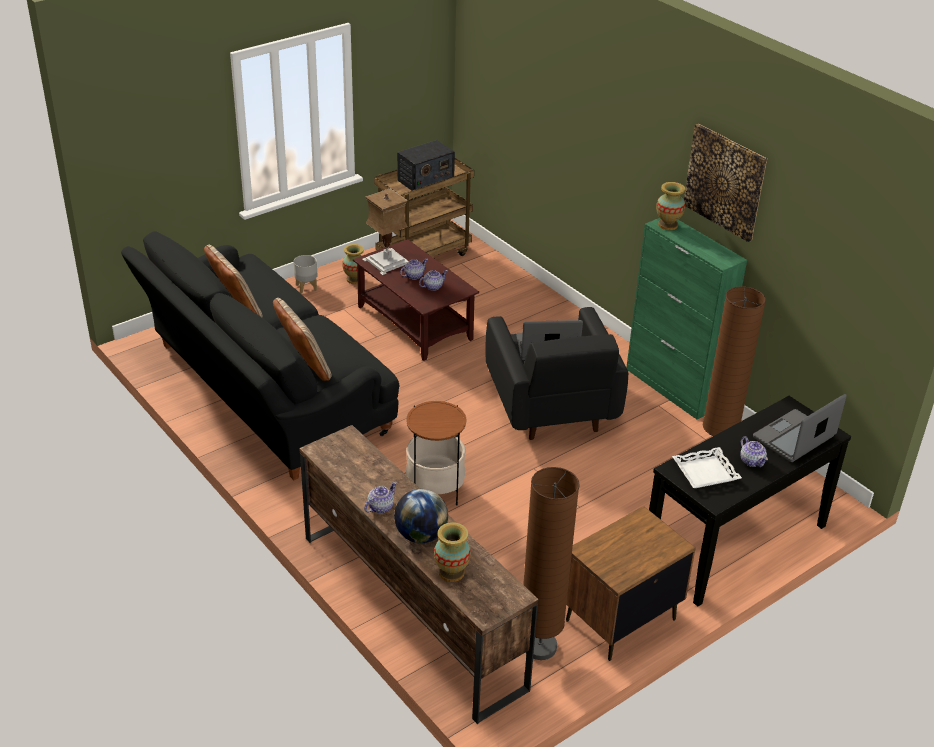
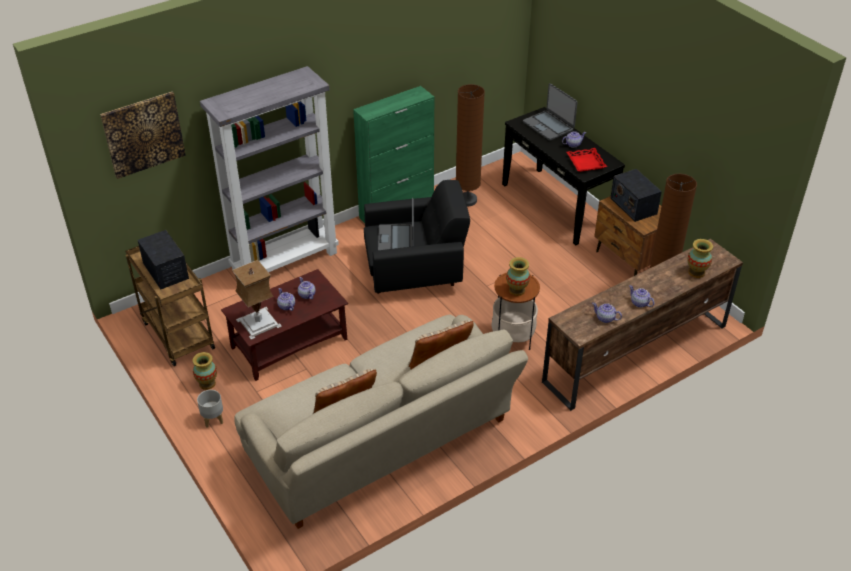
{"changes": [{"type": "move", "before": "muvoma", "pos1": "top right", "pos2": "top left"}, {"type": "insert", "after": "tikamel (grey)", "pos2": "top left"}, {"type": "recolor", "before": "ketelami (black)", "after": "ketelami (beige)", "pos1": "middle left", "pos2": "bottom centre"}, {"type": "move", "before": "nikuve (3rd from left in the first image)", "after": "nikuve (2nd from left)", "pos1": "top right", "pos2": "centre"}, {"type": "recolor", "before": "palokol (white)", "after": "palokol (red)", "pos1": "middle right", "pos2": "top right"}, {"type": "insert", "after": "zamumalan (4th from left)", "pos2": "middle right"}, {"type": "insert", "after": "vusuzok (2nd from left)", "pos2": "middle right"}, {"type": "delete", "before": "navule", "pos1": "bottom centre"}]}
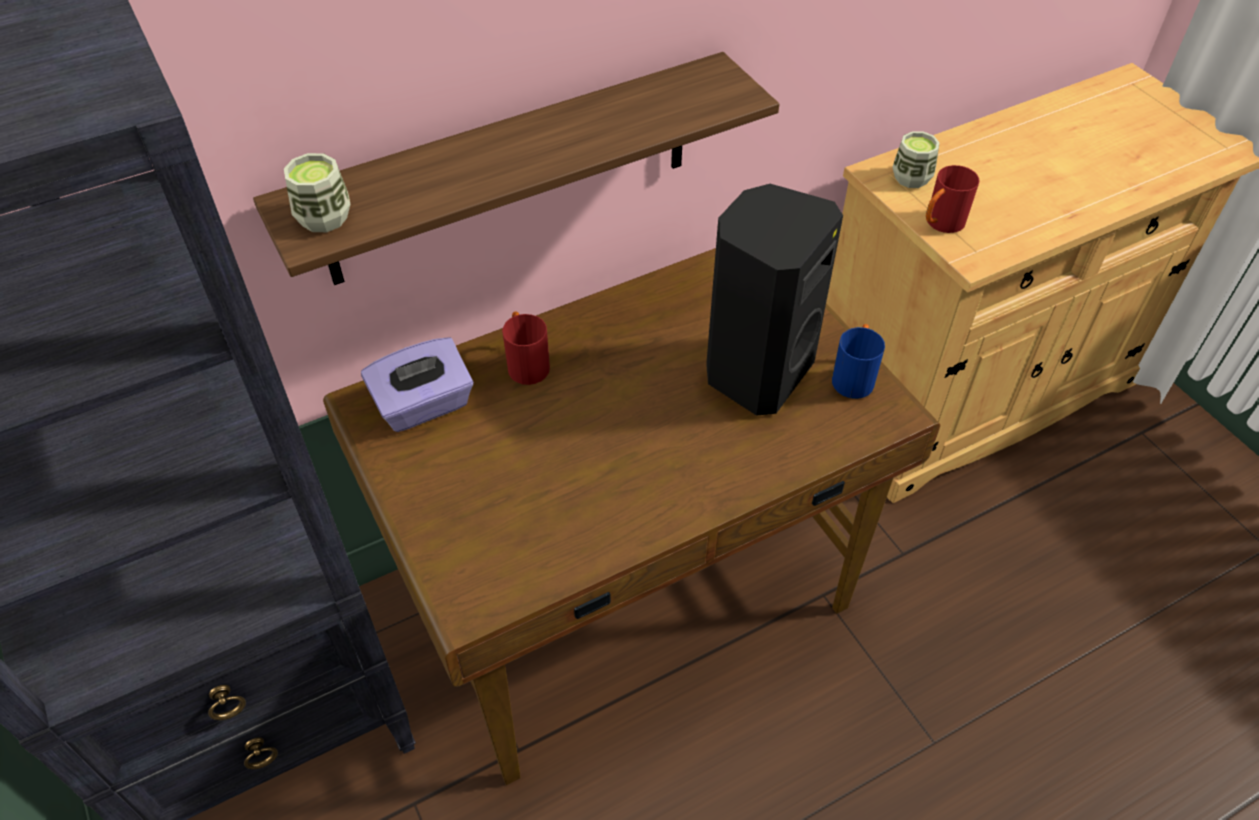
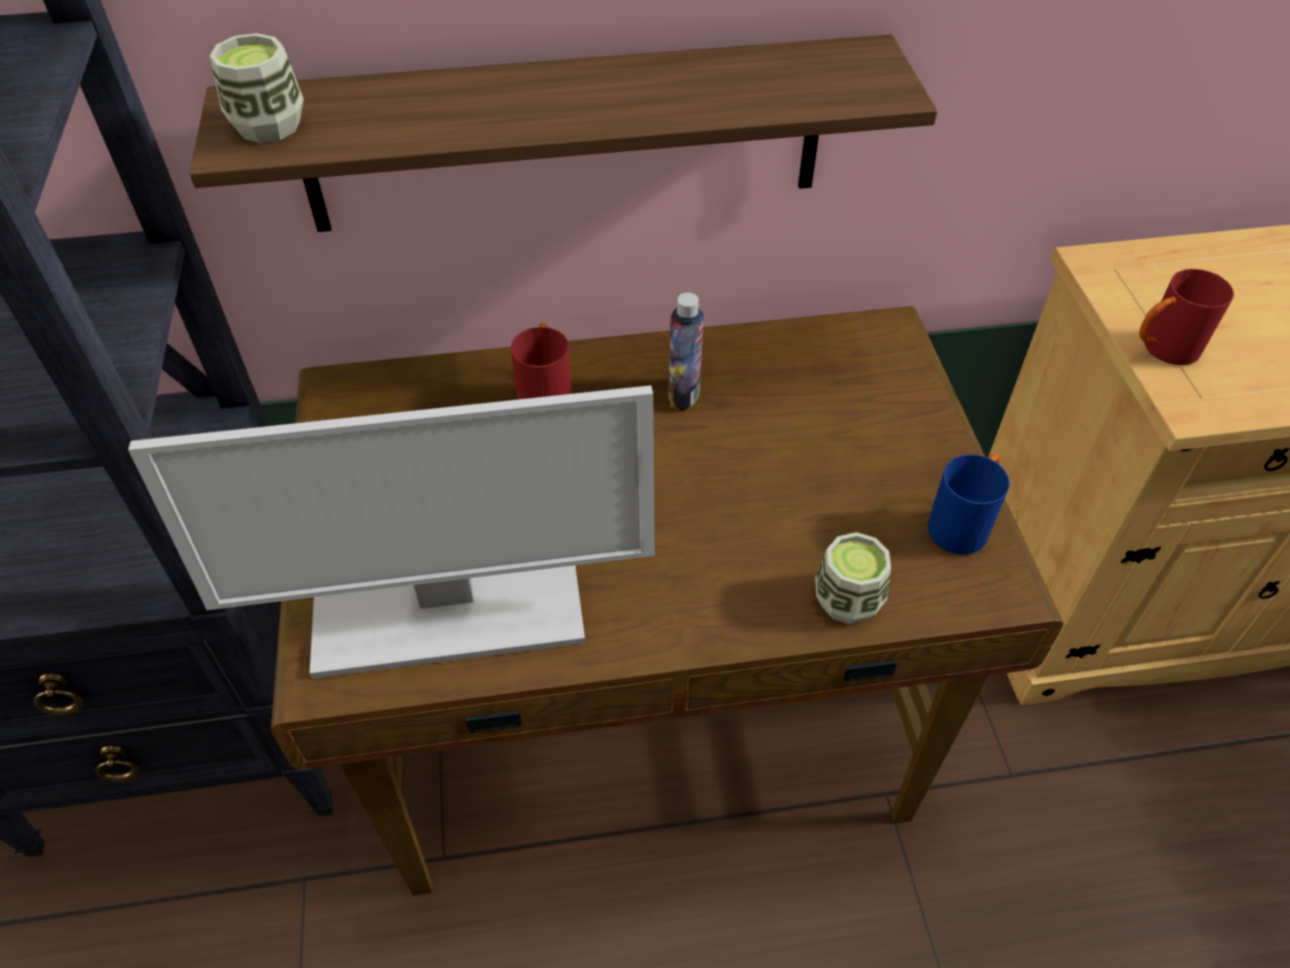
{"changes": [{"type": "insert", "after": "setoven", "pos2": "middle left"}, {"type": "insert", "after": "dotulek", "pos2": "centre"}, {"type": "move", "before": "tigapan (2nd from left)", "pos1": "top right", "pos2": "centre"}, {"type": "delete", "before": "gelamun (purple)", "pos1": "middle left"}, {"type": "delete", "before": "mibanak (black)", "pos1": "centre"}]}
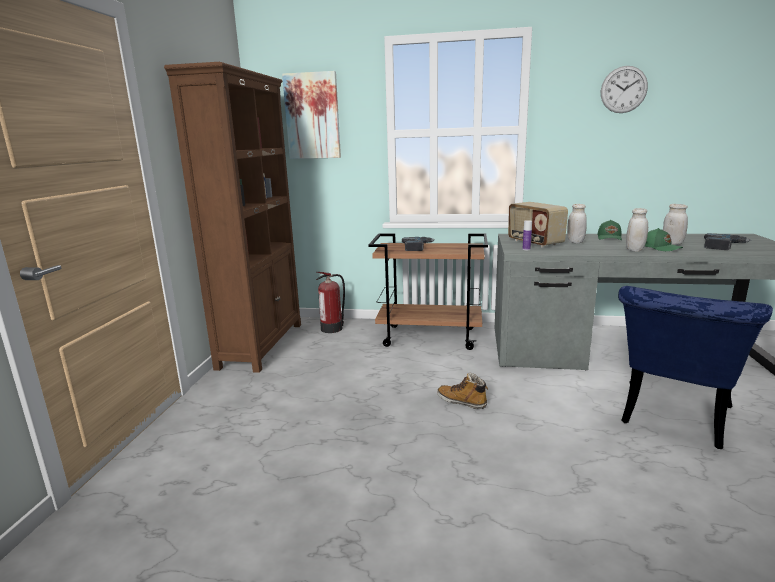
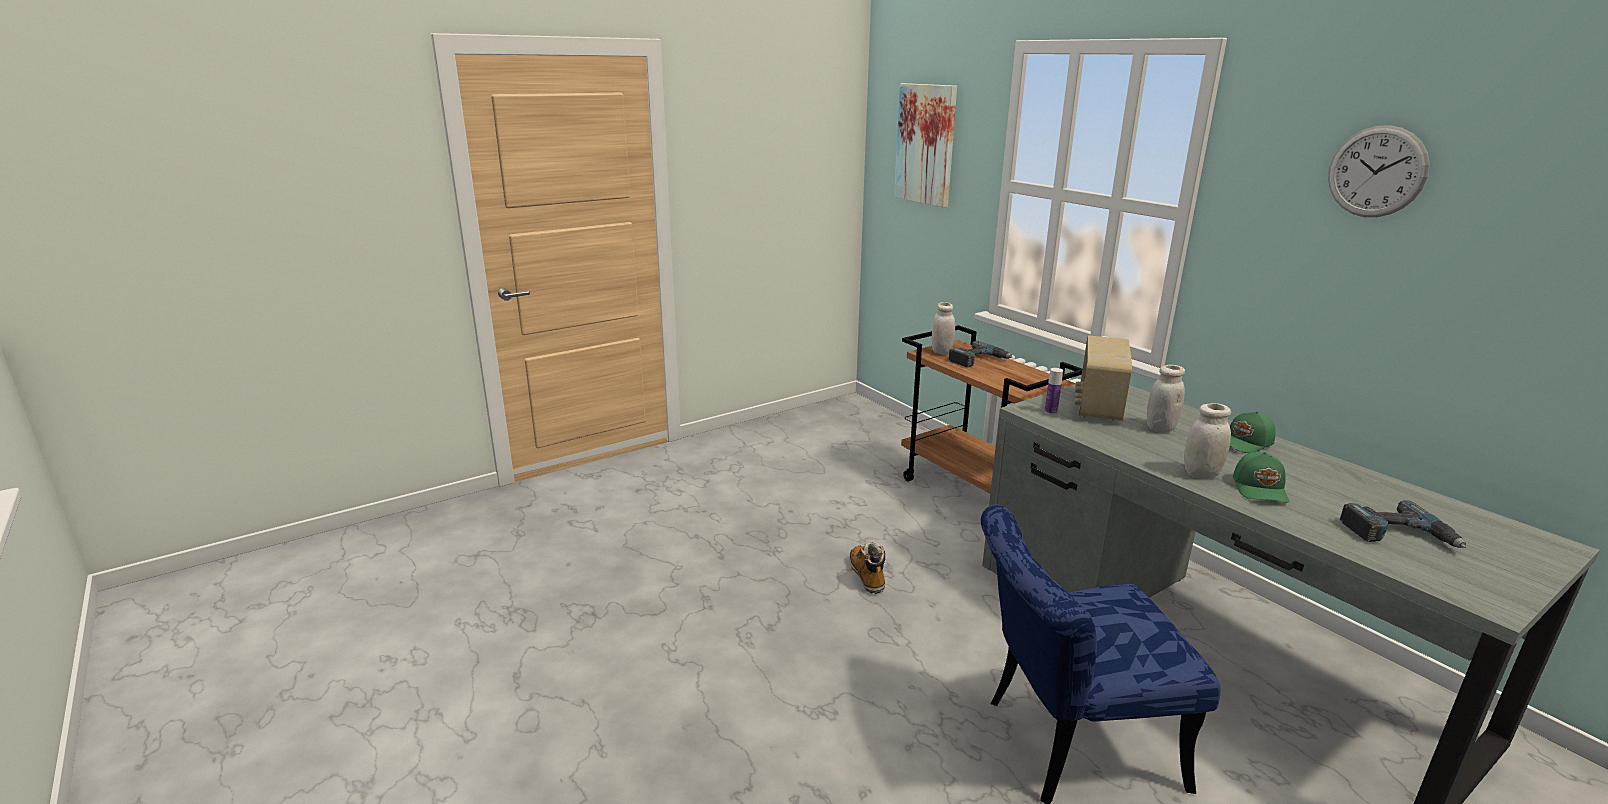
{"changes": [{"type": "move", "before": "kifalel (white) (3rd from left in the first image)", "after": "kifalel (white) (1st from left)", "pos1": "middle right", "pos2": "centre"}, {"type": "delete", "before": "tikamel (brown)", "pos1": "middle left"}, {"type": "delete", "before": "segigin", "pos1": "centre"}]}
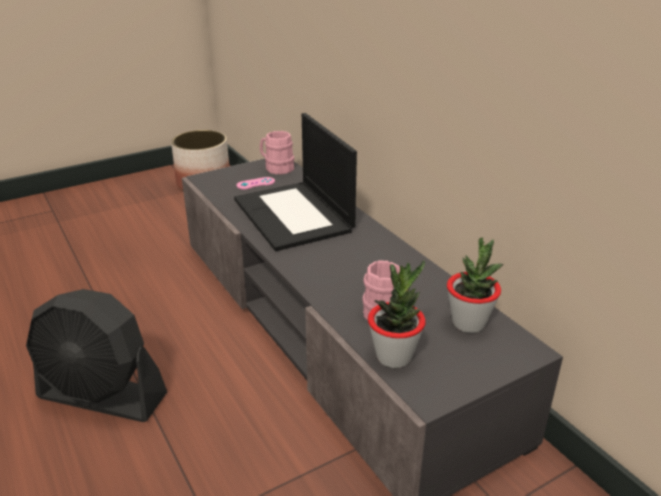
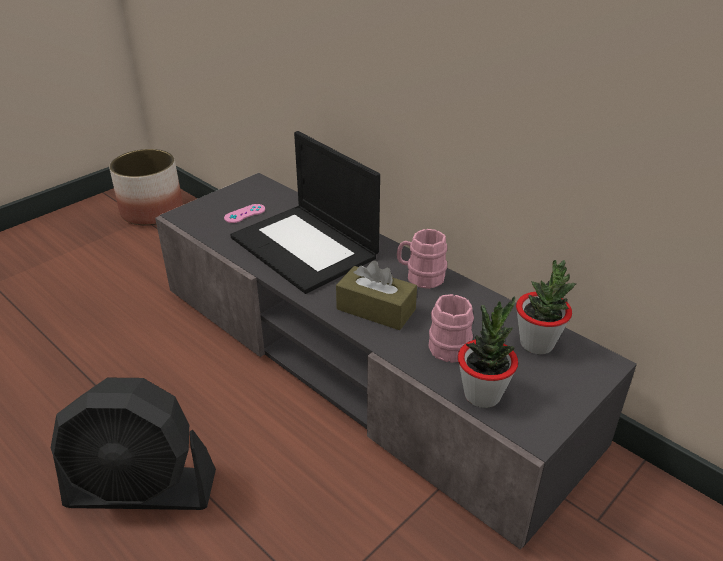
{"changes": [{"type": "insert", "after": "gelamun (brown)", "pos2": "centre"}, {"type": "move", "before": "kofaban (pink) (1st from left)", "pos1": "top centre", "pos2": "centre"}]}
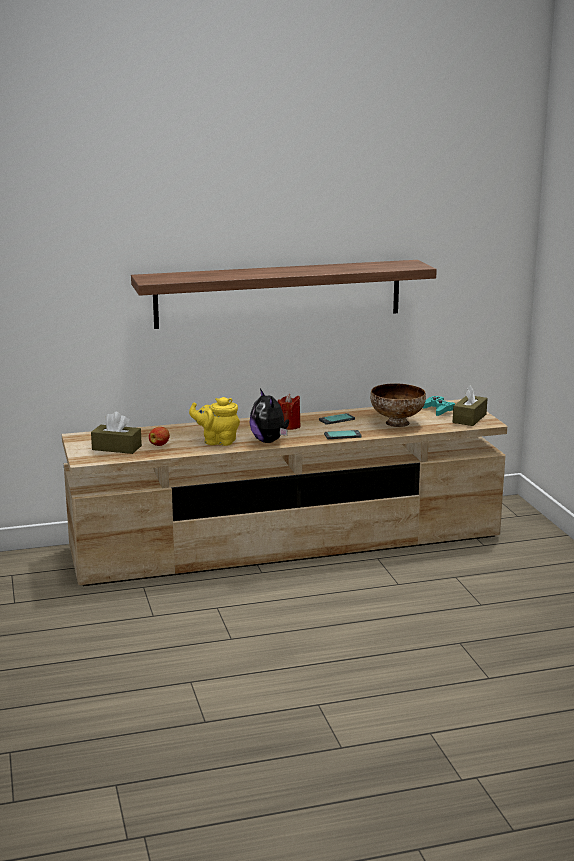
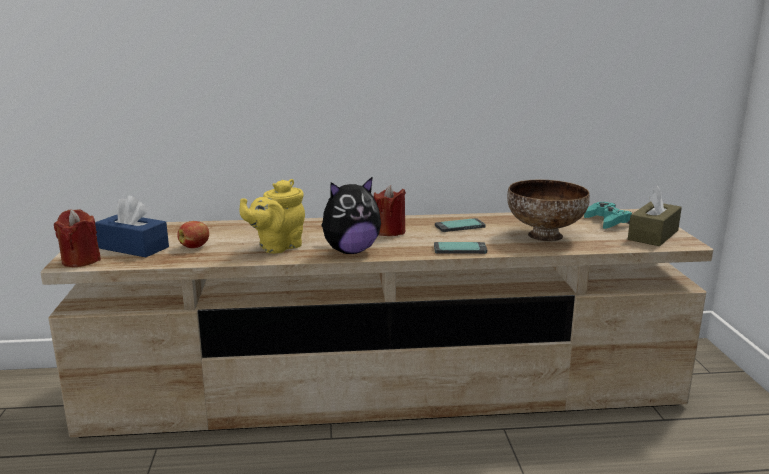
{"changes": [{"type": "insert", "after": "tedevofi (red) (1st from left)", "pos2": "middle left"}, {"type": "recolor", "before": "gelamun (brown) (1st from left)", "after": "gelamun (blue)", "pos1": "middle left", "pos2": "middle left"}, {"type": "rotate", "before": "zamumalan (yellow)", "pos1": "centre", "pos2": "centre", "turn": -60}, {"type": "rotate", "before": "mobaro", "pos1": "centre", "pos2": "centre", "turn": -105}, {"type": "delete", "before": "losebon", "pos1": "centre"}]}
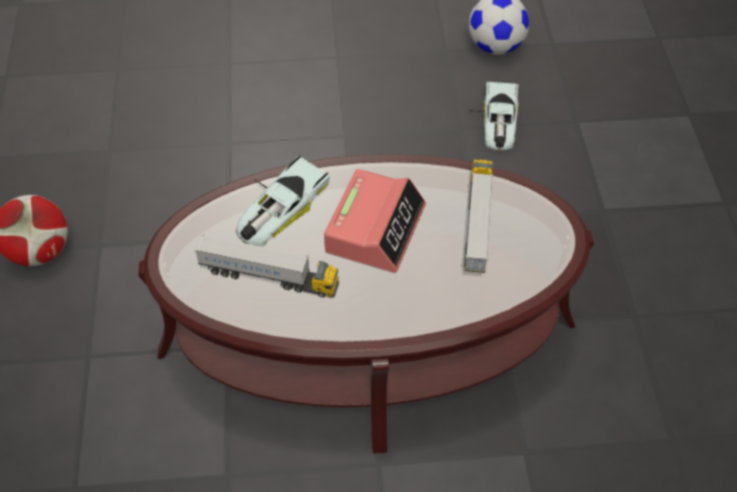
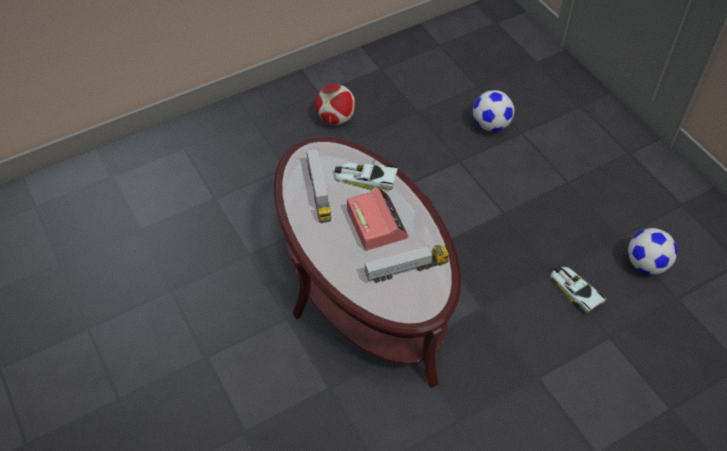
{"changes": [{"type": "rotate", "before": "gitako", "pos1": "centre", "pos2": "centre", "turn": -105}, {"type": "insert", "after": "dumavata (2nd from left)", "pos2": "top right"}, {"type": "rotate", "before": "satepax (2nd from left)", "pos1": "top right", "pos2": "middle right", "turn": 75}]}
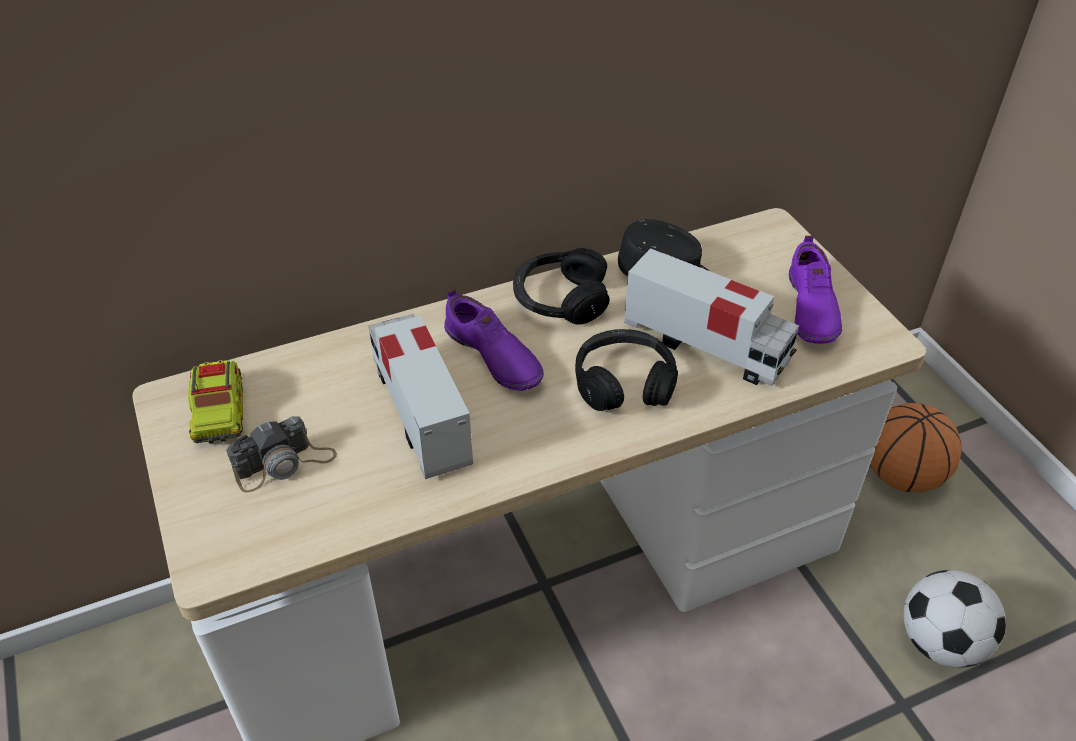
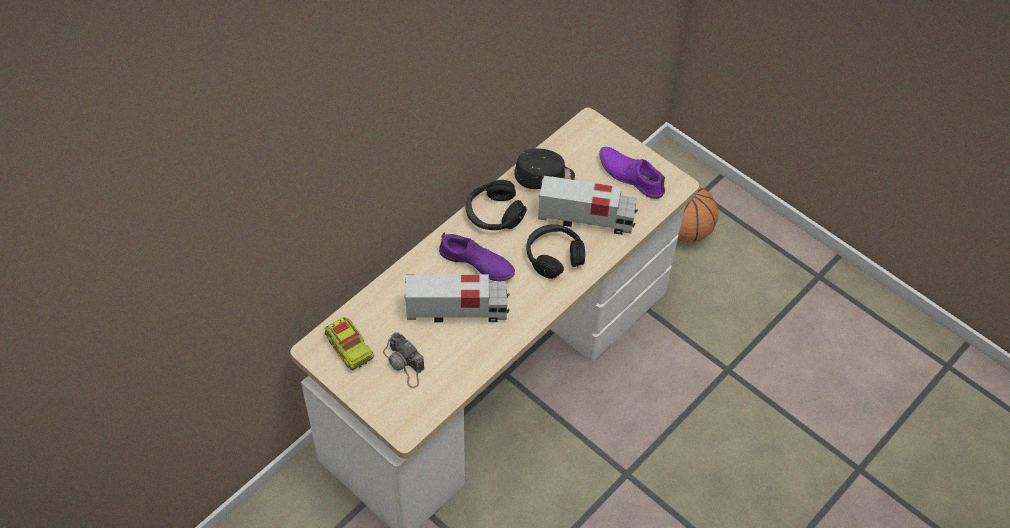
{"changes": [{"type": "rotate", "before": "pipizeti", "pos1": "middle left", "pos2": "bottom centre", "turn": 105}, {"type": "rotate", "before": "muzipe (2nd from left)", "pos1": "centre", "pos2": "centre", "turn": 135}, {"type": "rotate", "before": "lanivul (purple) (2nd from left)", "pos1": "middle right", "pos2": "top centre", "turn": 150}, {"type": "delete", "before": "dumavata", "pos1": "bottom right"}]}
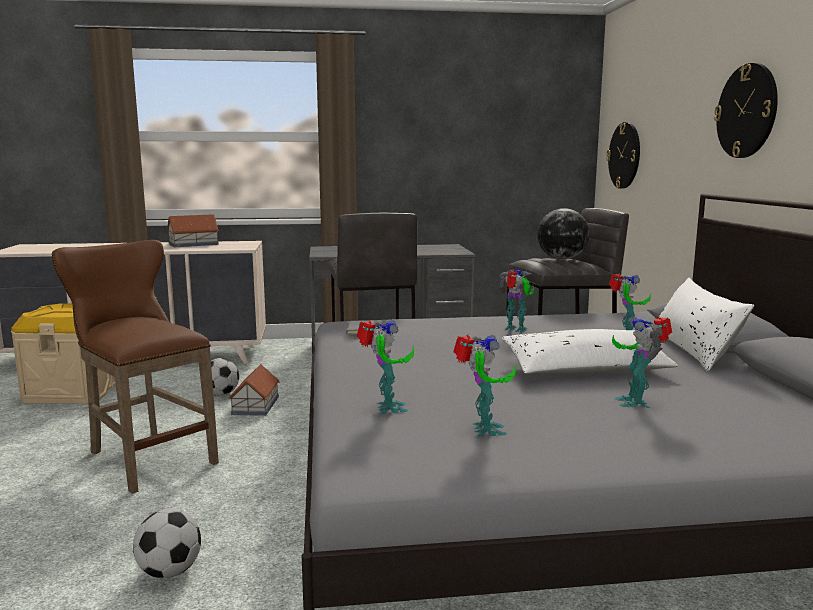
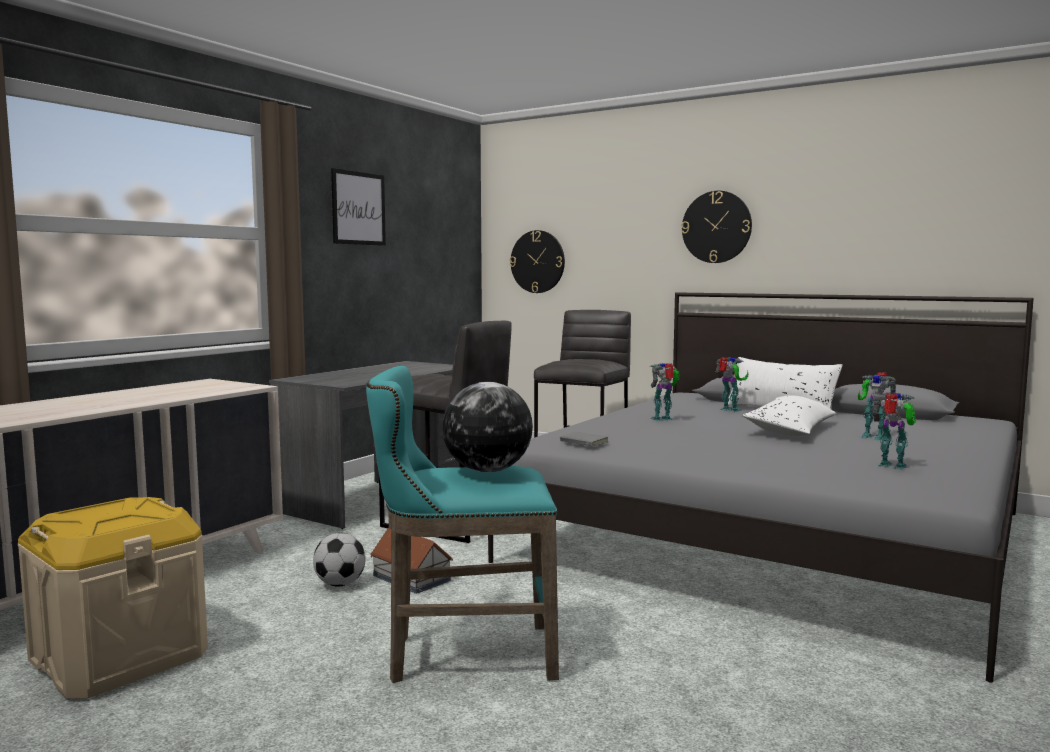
{"changes": [{"type": "insert", "after": "muvoma", "pos2": "top centre"}, {"type": "recolor", "before": "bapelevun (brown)", "after": "bapelevun (turquoise)", "pos1": "middle left", "pos2": "bottom centre"}, {"type": "move", "before": "navule", "pos1": "middle right", "pos2": "centre"}, {"type": "delete", "before": "dumavata (1st from left)", "pos1": "bottom left"}, {"type": "delete", "before": "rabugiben (1st from left)", "pos1": "middle left"}, {"type": "delete", "before": "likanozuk (1st from left)", "pos1": "centre"}]}
